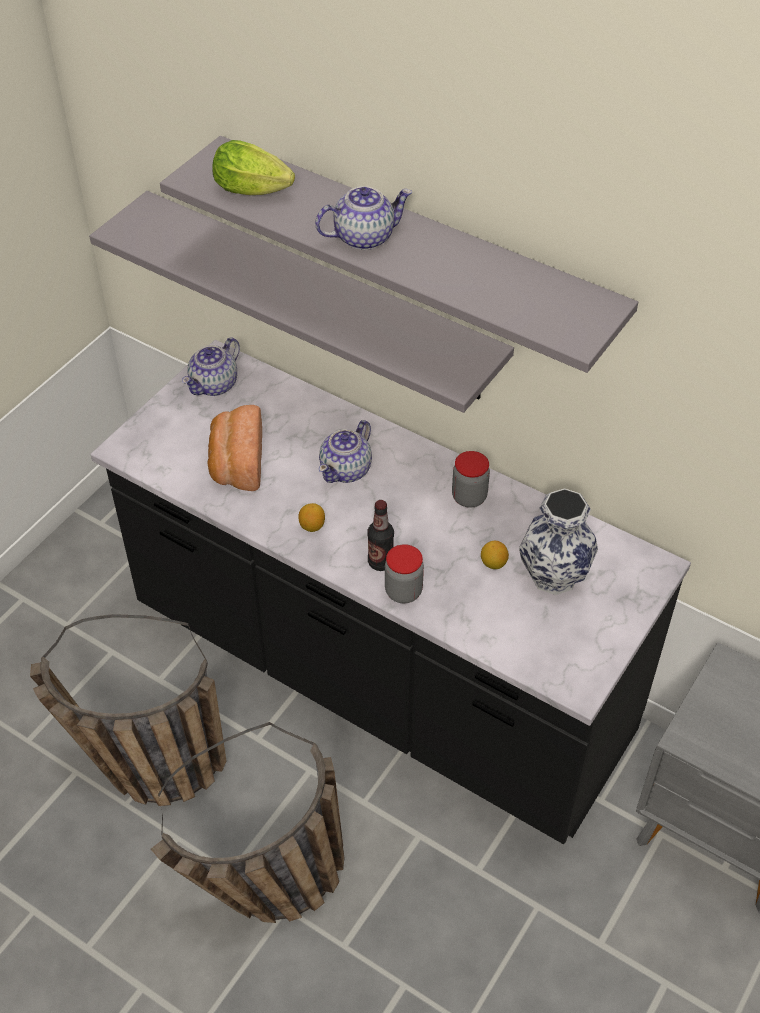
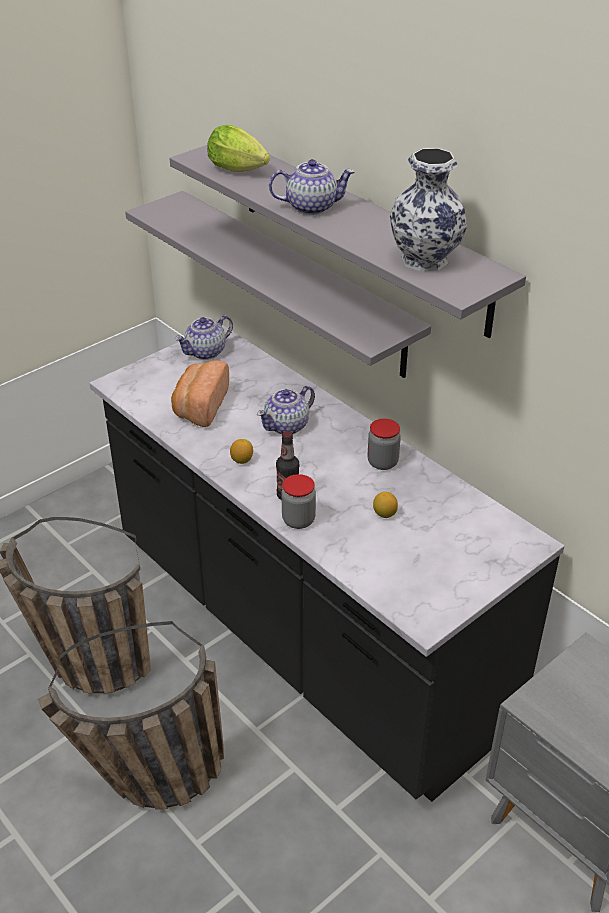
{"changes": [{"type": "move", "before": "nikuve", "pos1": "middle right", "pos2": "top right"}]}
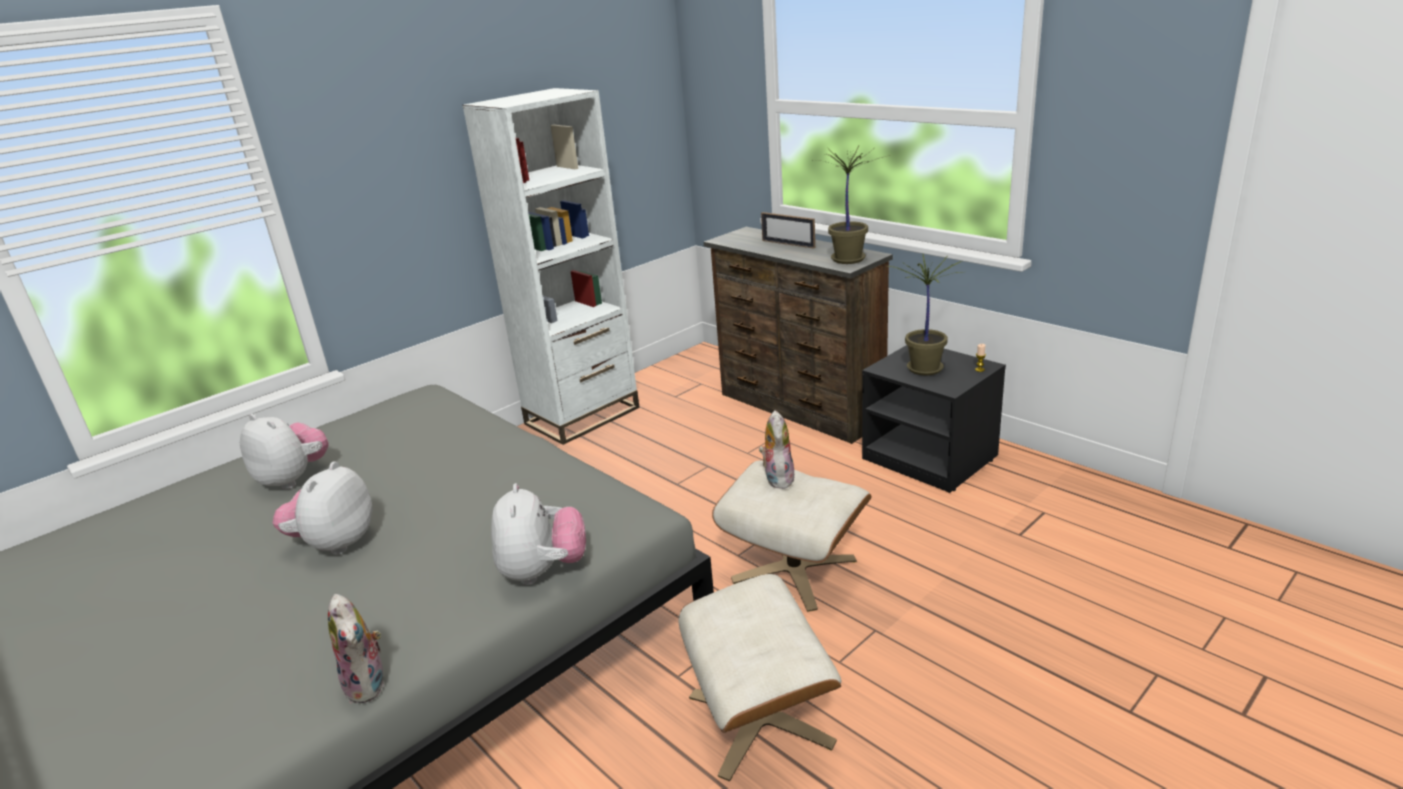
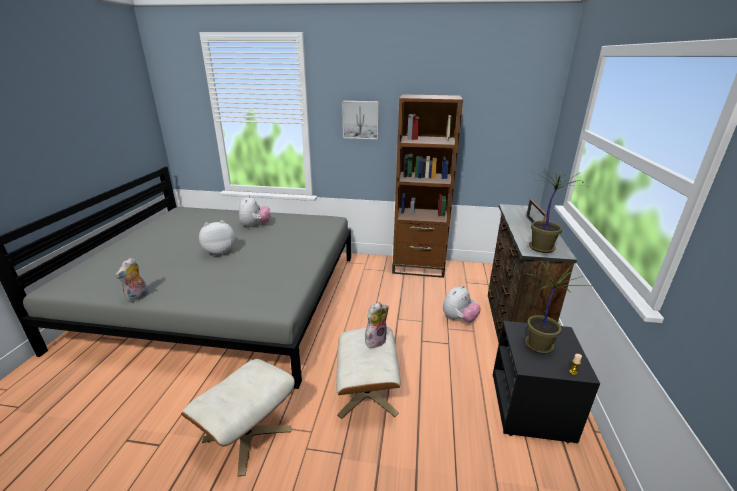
{"changes": [{"type": "insert", "after": "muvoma", "pos2": "top centre"}, {"type": "recolor", "before": "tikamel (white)", "after": "tikamel (brown)", "pos1": "centre", "pos2": "centre"}, {"type": "move", "before": "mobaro (4th from left in the first image)", "after": "mobaro (5th from left)", "pos1": "bottom centre", "pos2": "centre"}]}
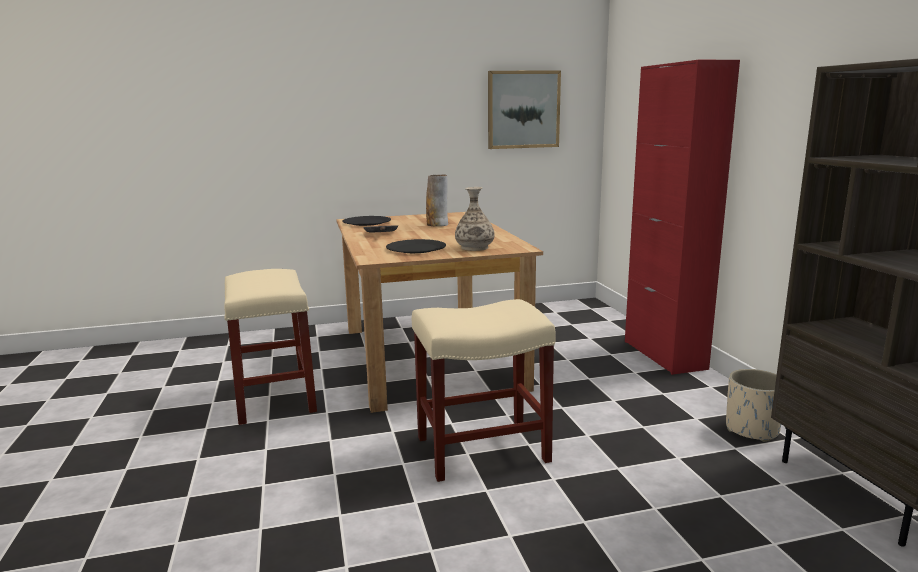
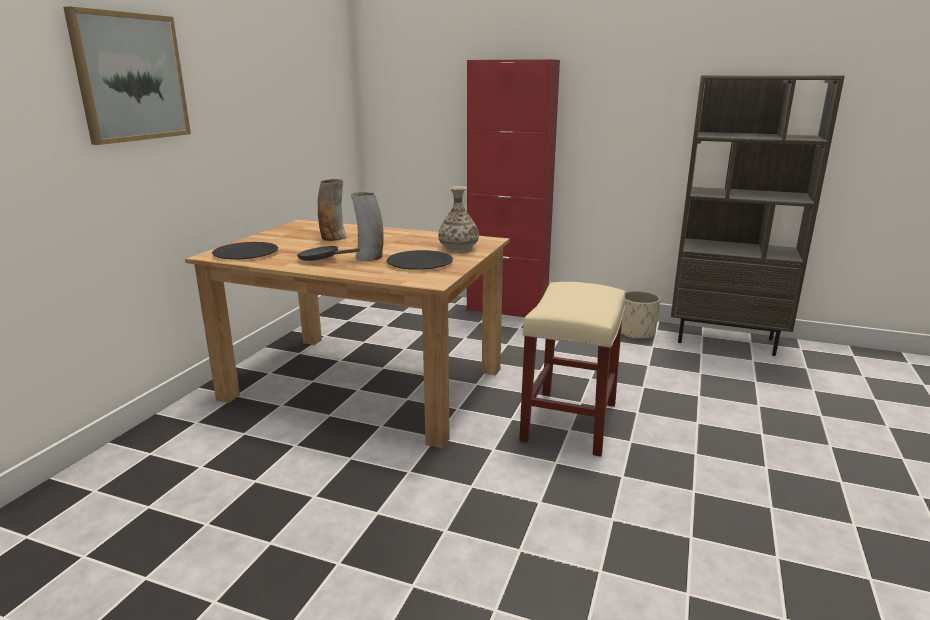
{"changes": [{"type": "move", "before": "muvoma", "pos1": "top centre", "pos2": "top left"}, {"type": "insert", "after": "nikuve (2nd from left)", "pos2": "centre"}, {"type": "delete", "before": "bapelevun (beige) (1st from left)", "pos1": "middle left"}]}
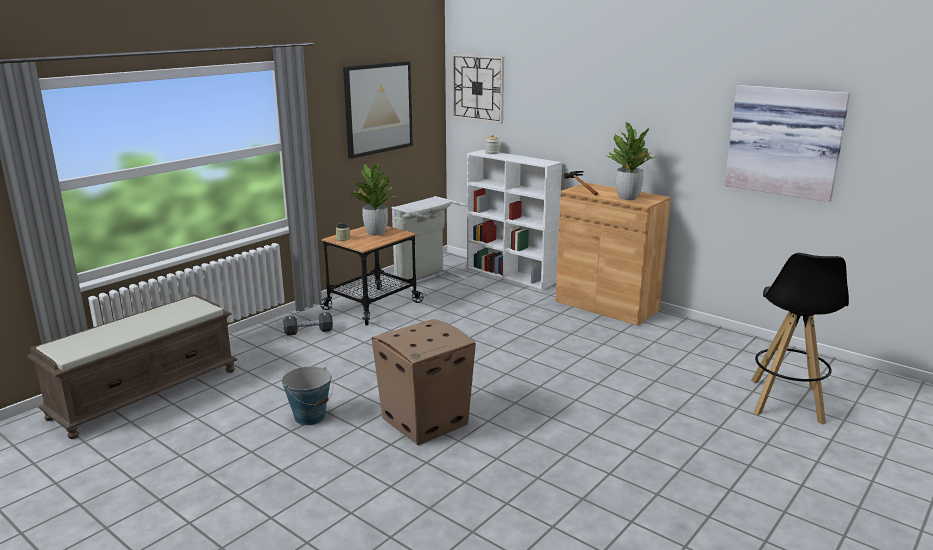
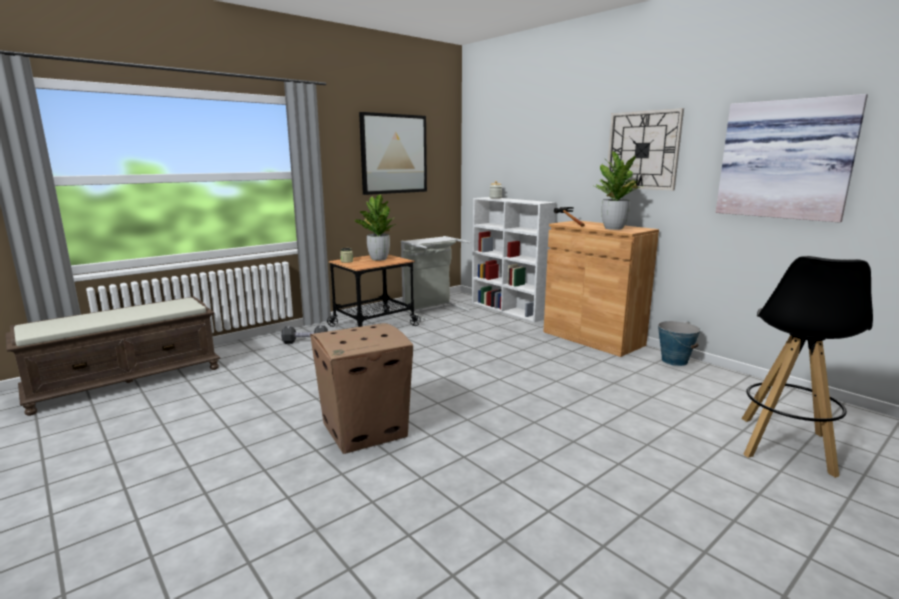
{"changes": [{"type": "move", "before": "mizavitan", "pos1": "top centre", "pos2": "top right"}, {"type": "move", "before": "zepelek", "pos1": "bottom left", "pos2": "middle right"}]}
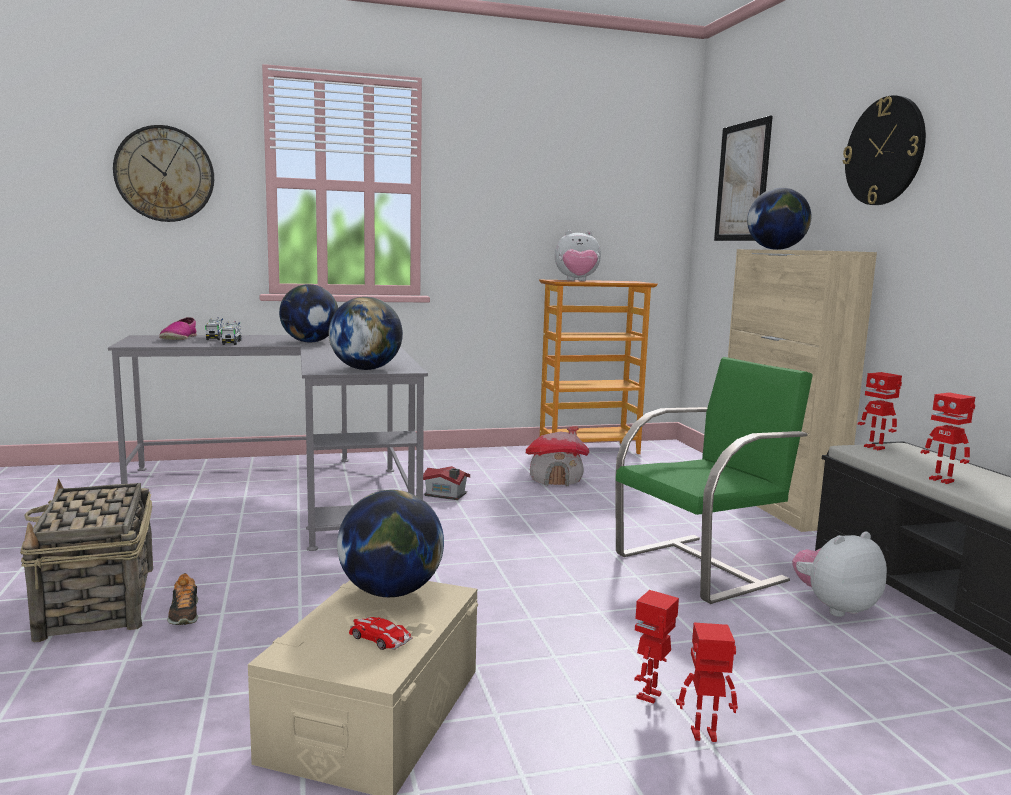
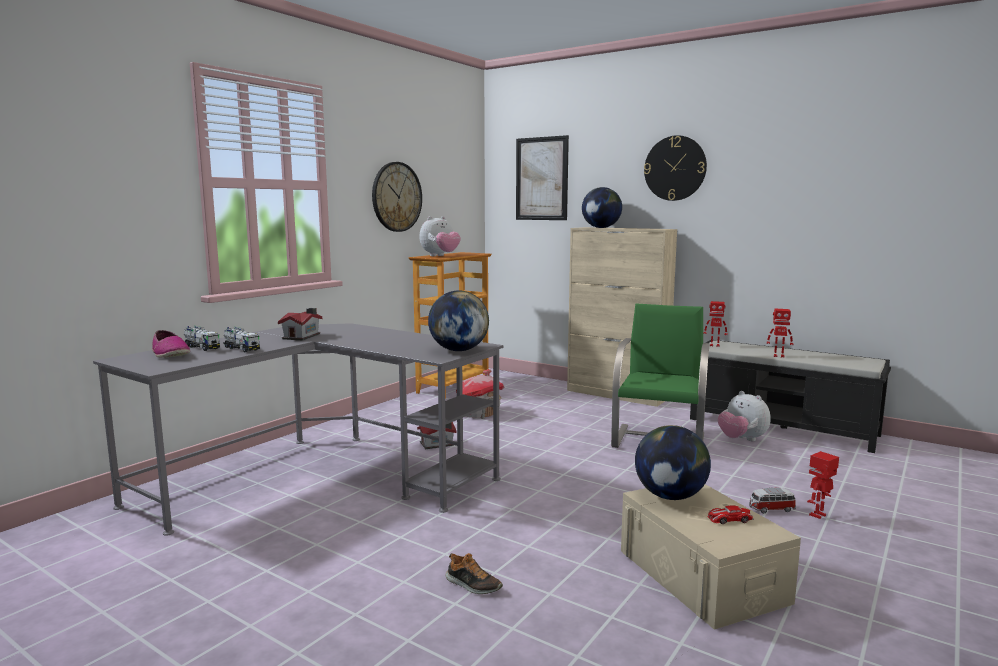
{"changes": [{"type": "replace", "before": "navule (1st from left)", "after": "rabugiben (1st from left)", "pos1": "middle left", "pos2": "middle left"}, {"type": "move", "before": "mizavitan (1st from left)", "pos1": "top left", "pos2": "top centre"}, {"type": "rotate", "before": "mobaro (2nd from left)", "pos1": "bottom right", "pos2": "middle right", "turn": -60}, {"type": "replace", "before": "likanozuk (1st from left)", "after": "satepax (2nd from left)", "pos1": "bottom centre", "pos2": "bottom right"}, {"type": "delete", "before": "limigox", "pos1": "bottom left"}]}
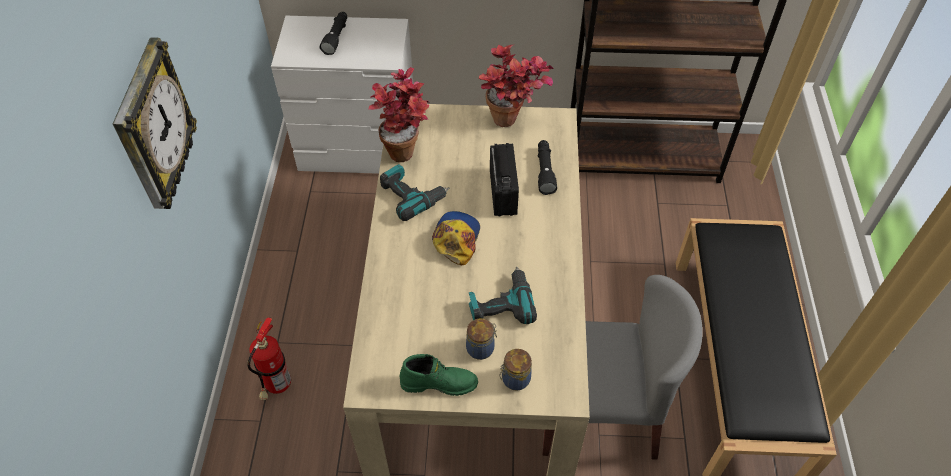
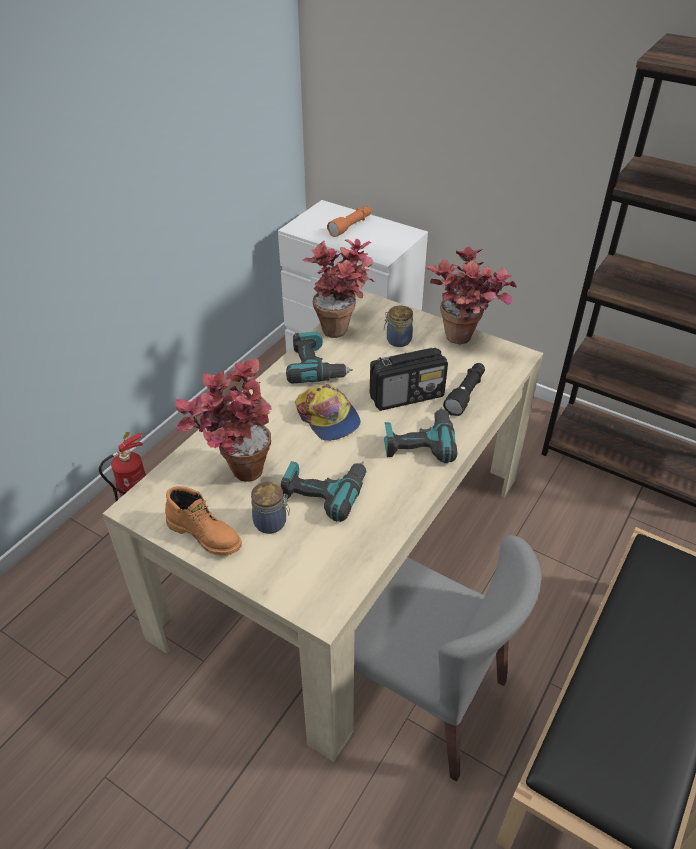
{"changes": [{"type": "recolor", "before": "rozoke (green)", "after": "rozoke (orange)", "pos1": "bottom centre", "pos2": "middle left"}, {"type": "insert", "after": "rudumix (1st from left)", "pos2": "middle left"}, {"type": "rotate", "before": "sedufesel", "pos1": "centre", "pos2": "centre", "turn": 105}, {"type": "recolor", "before": "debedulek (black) (1st from left)", "after": "debedulek (orange)", "pos1": "top centre", "pos2": "top centre"}, {"type": "rotate", "before": "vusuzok", "pos1": "centre", "pos2": "centre", "turn": 45}, {"type": "move", "before": "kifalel (2nd from left)", "pos1": "bottom centre", "pos2": "centre"}, {"type": "insert", "after": "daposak (3rd from left)", "pos2": "centre"}, {"type": "delete", "before": "mizavitan", "pos1": "top left"}]}
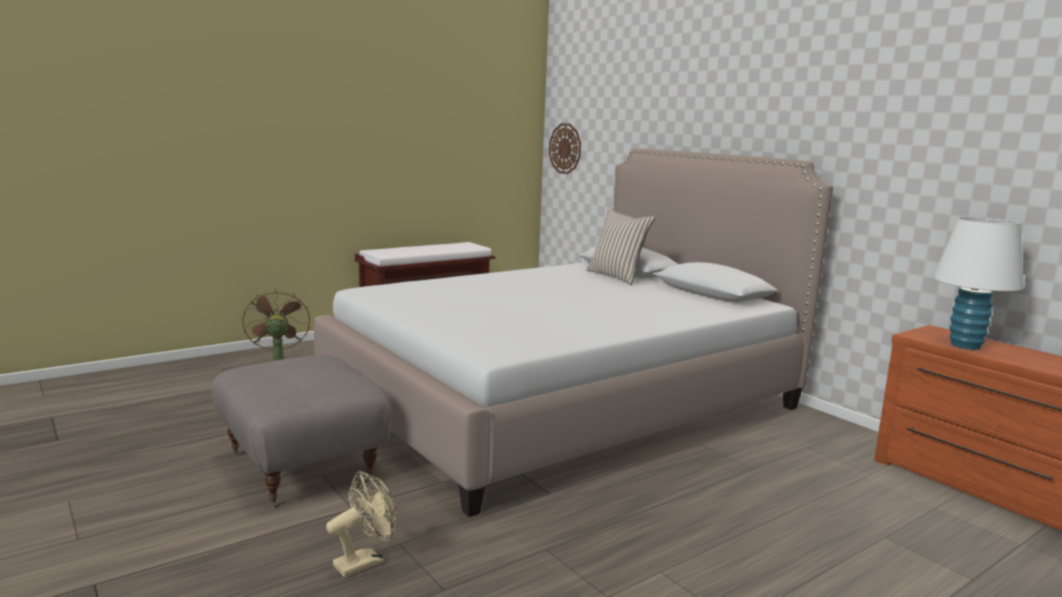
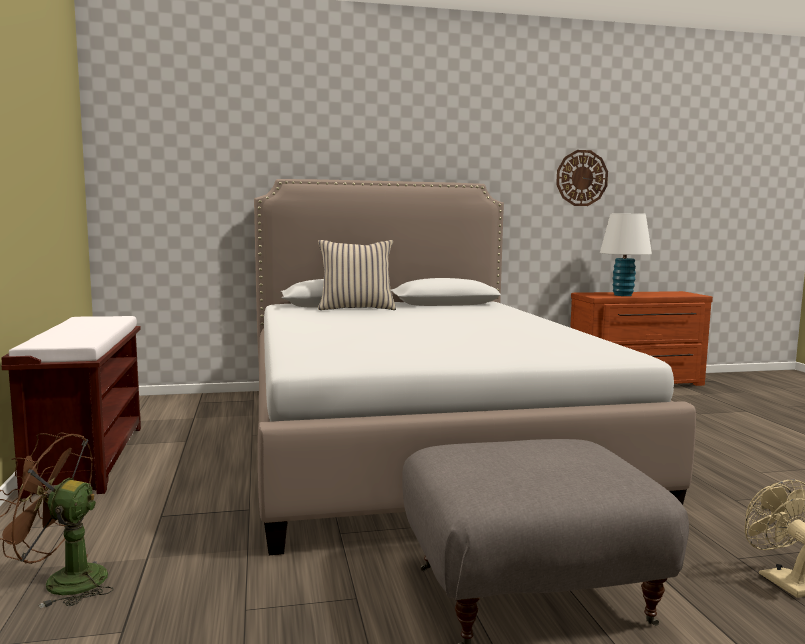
{"changes": [{"type": "move", "before": "mizavitan", "pos1": "top centre", "pos2": "top right"}]}
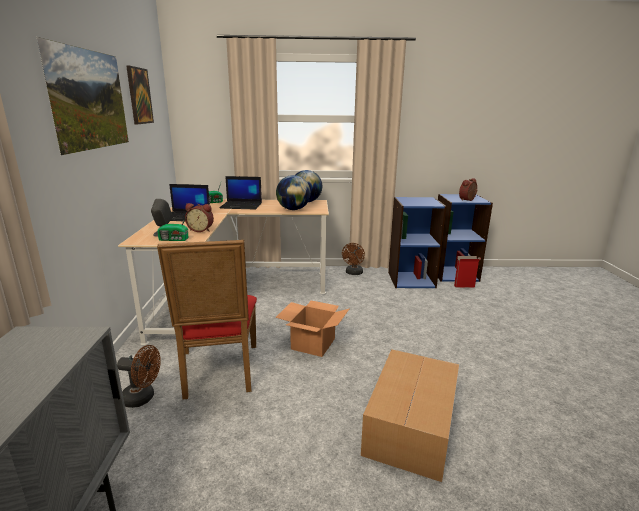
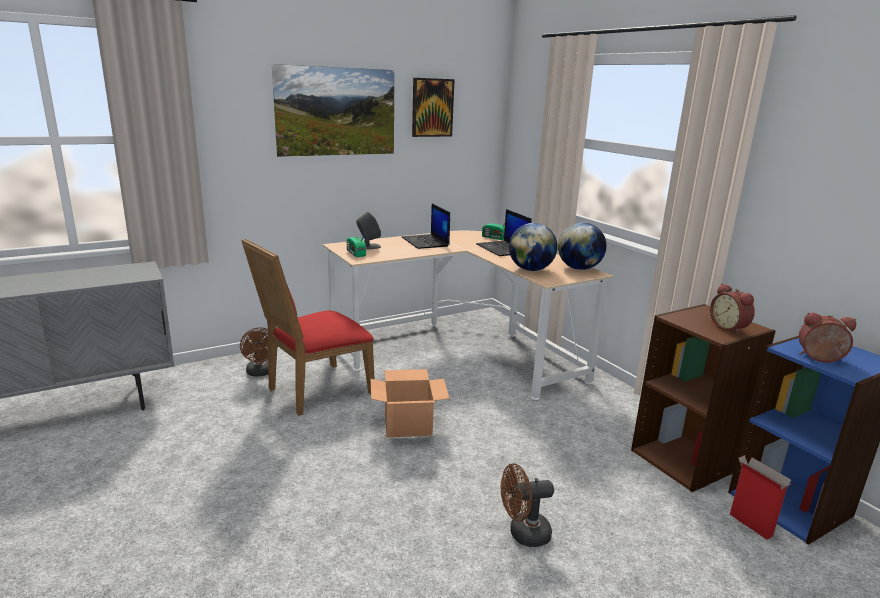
{"changes": [{"type": "move", "before": "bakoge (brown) (2nd from left)", "pos1": "centre", "pos2": "bottom centre"}, {"type": "recolor", "before": "tikamel (blue) (1st from left)", "after": "tikamel (brown)", "pos1": "centre", "pos2": "middle right"}, {"type": "move", "before": "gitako (1st from left)", "pos1": "middle left", "pos2": "middle right"}, {"type": "delete", "before": "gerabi (2nd from left)", "pos1": "bottom centre"}]}
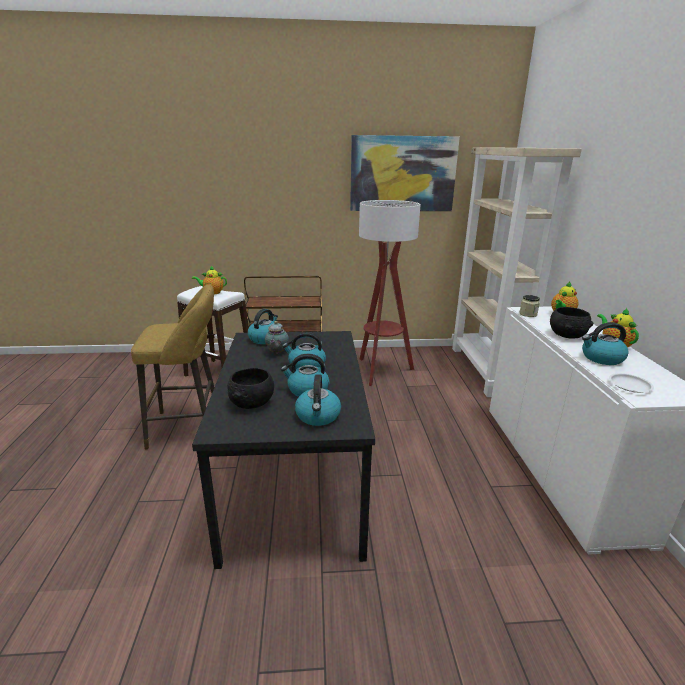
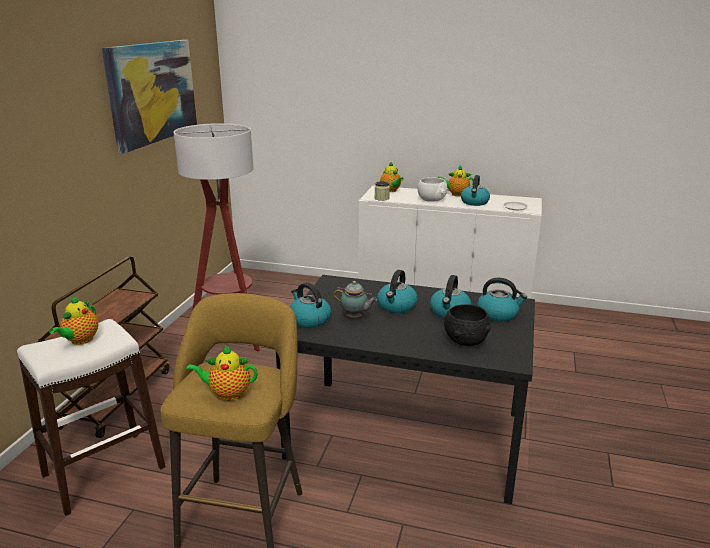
{"changes": [{"type": "insert", "after": "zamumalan (2nd from left)", "pos2": "bottom left"}, {"type": "recolor", "before": "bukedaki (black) (2nd from left)", "after": "bukedaki (white)", "pos1": "middle right", "pos2": "centre"}, {"type": "delete", "before": "tikamel (beige)", "pos1": "middle right"}]}
